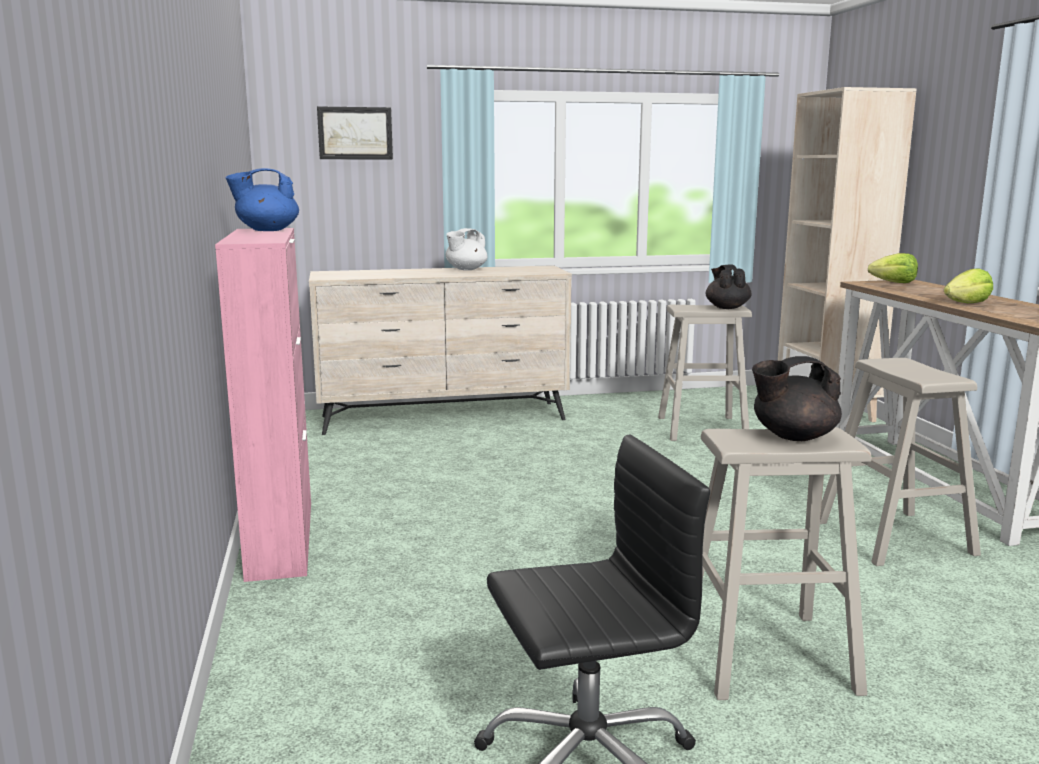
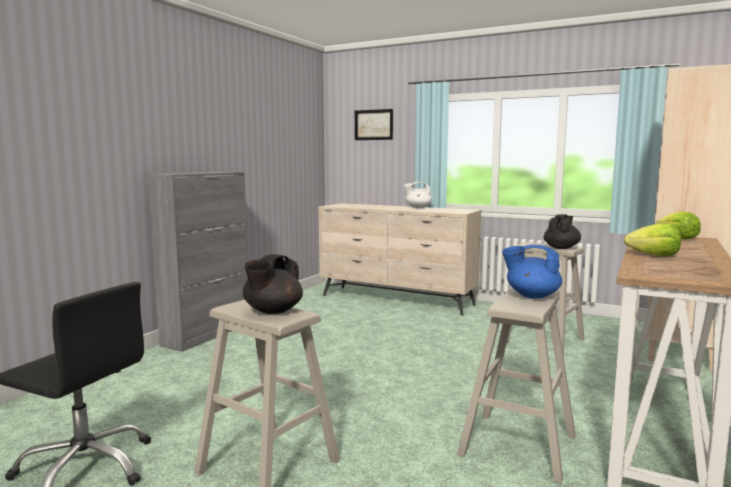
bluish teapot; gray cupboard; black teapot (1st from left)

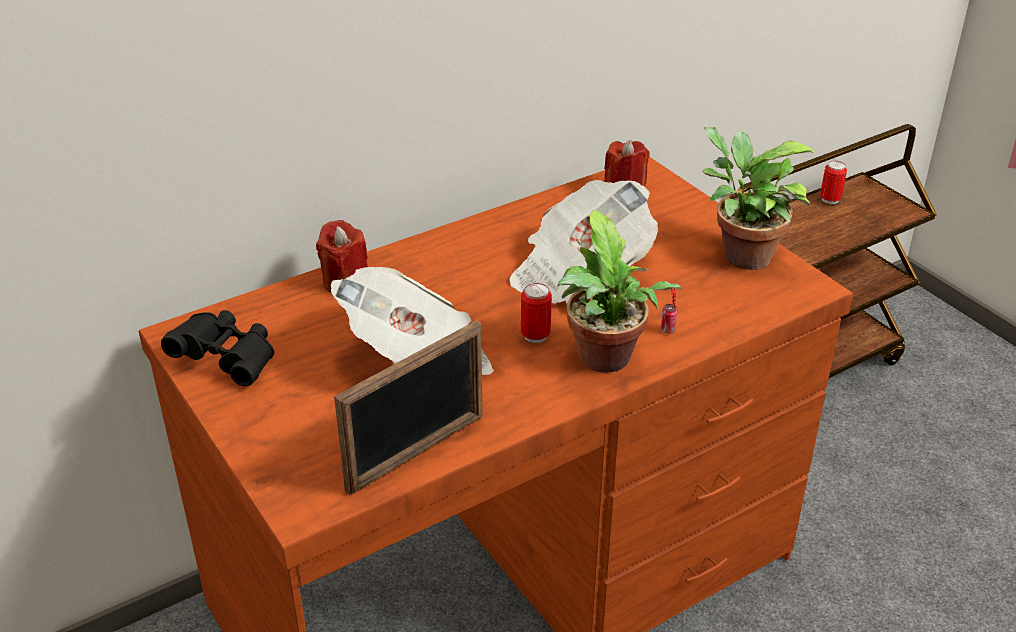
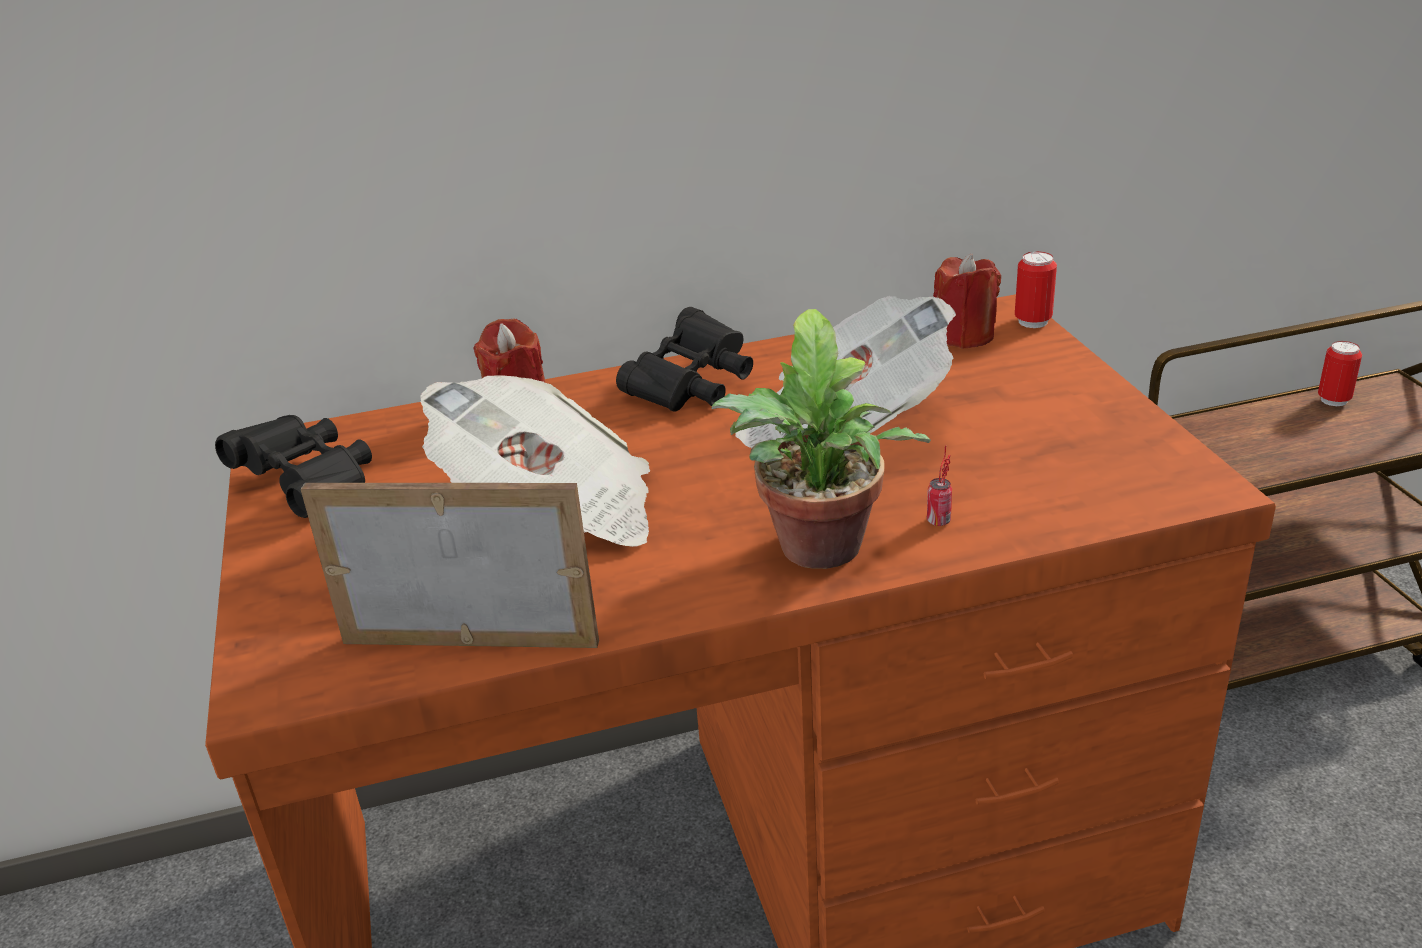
plant in a pot (2nd from left in the first image); black field glasses (2nd from left); metal can (2nd from left); photo frame

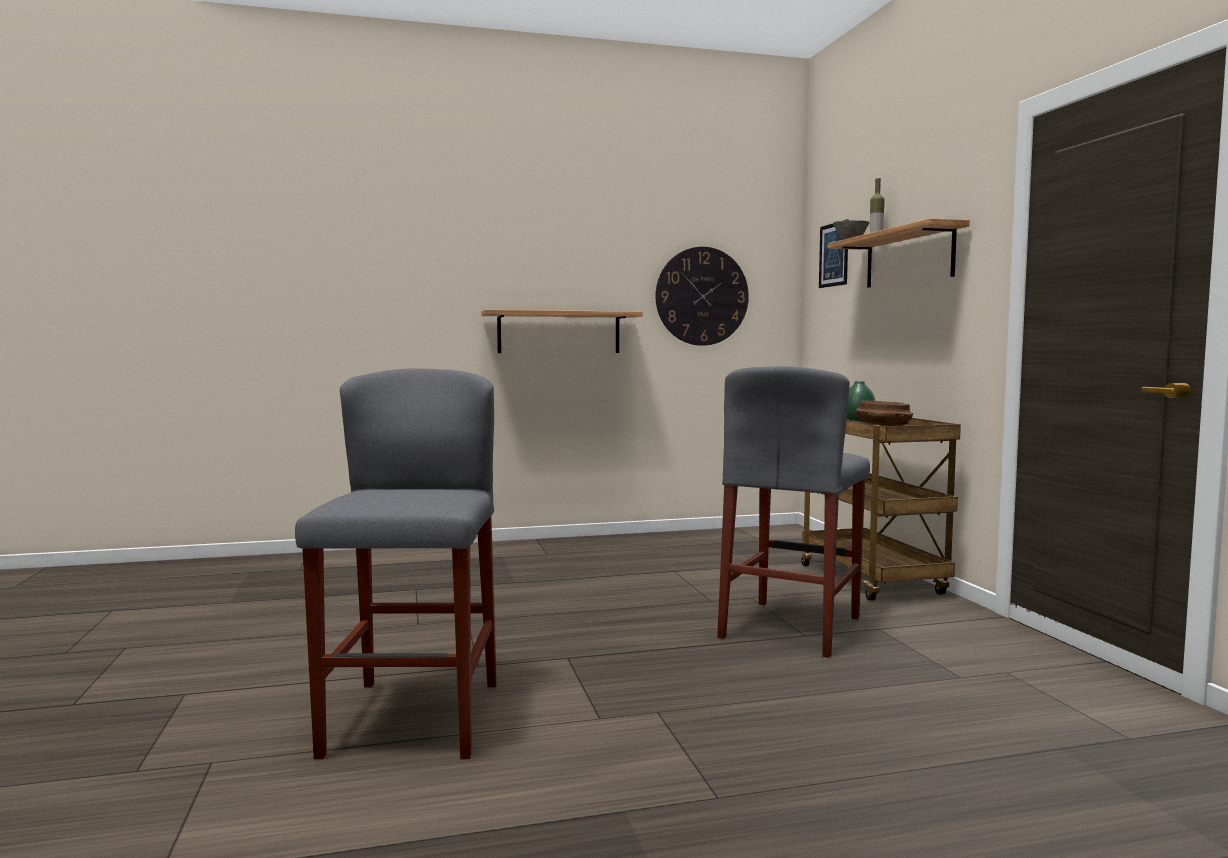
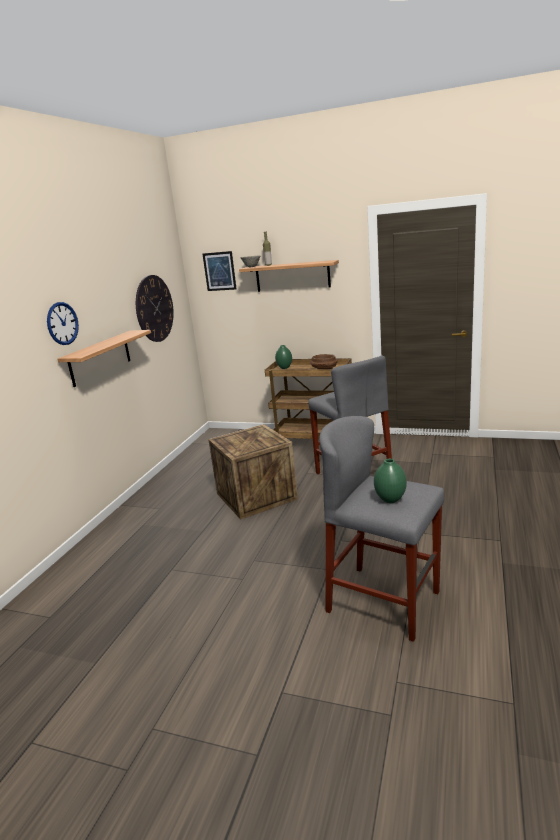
clock on the wall (1st from left); crate; green decorative vase (2nd from left)

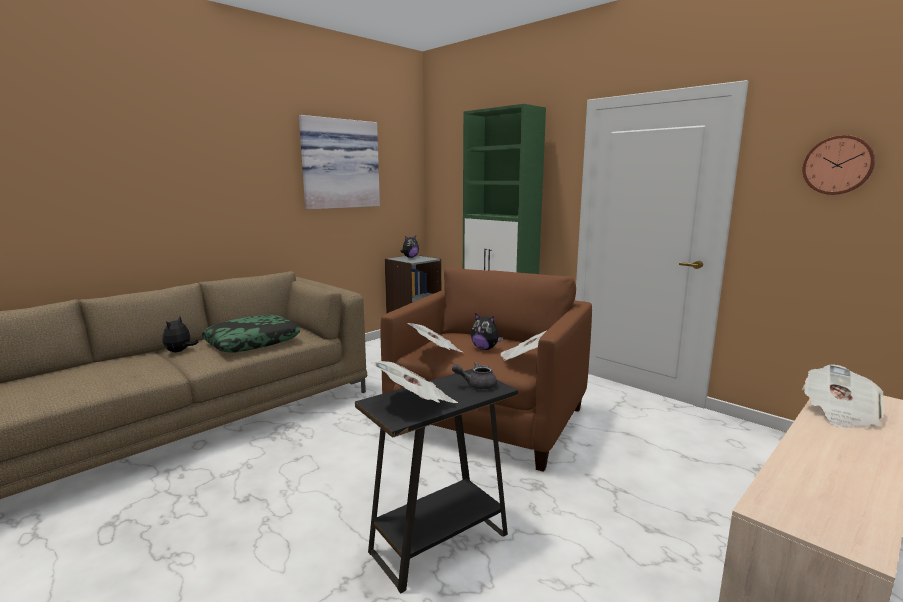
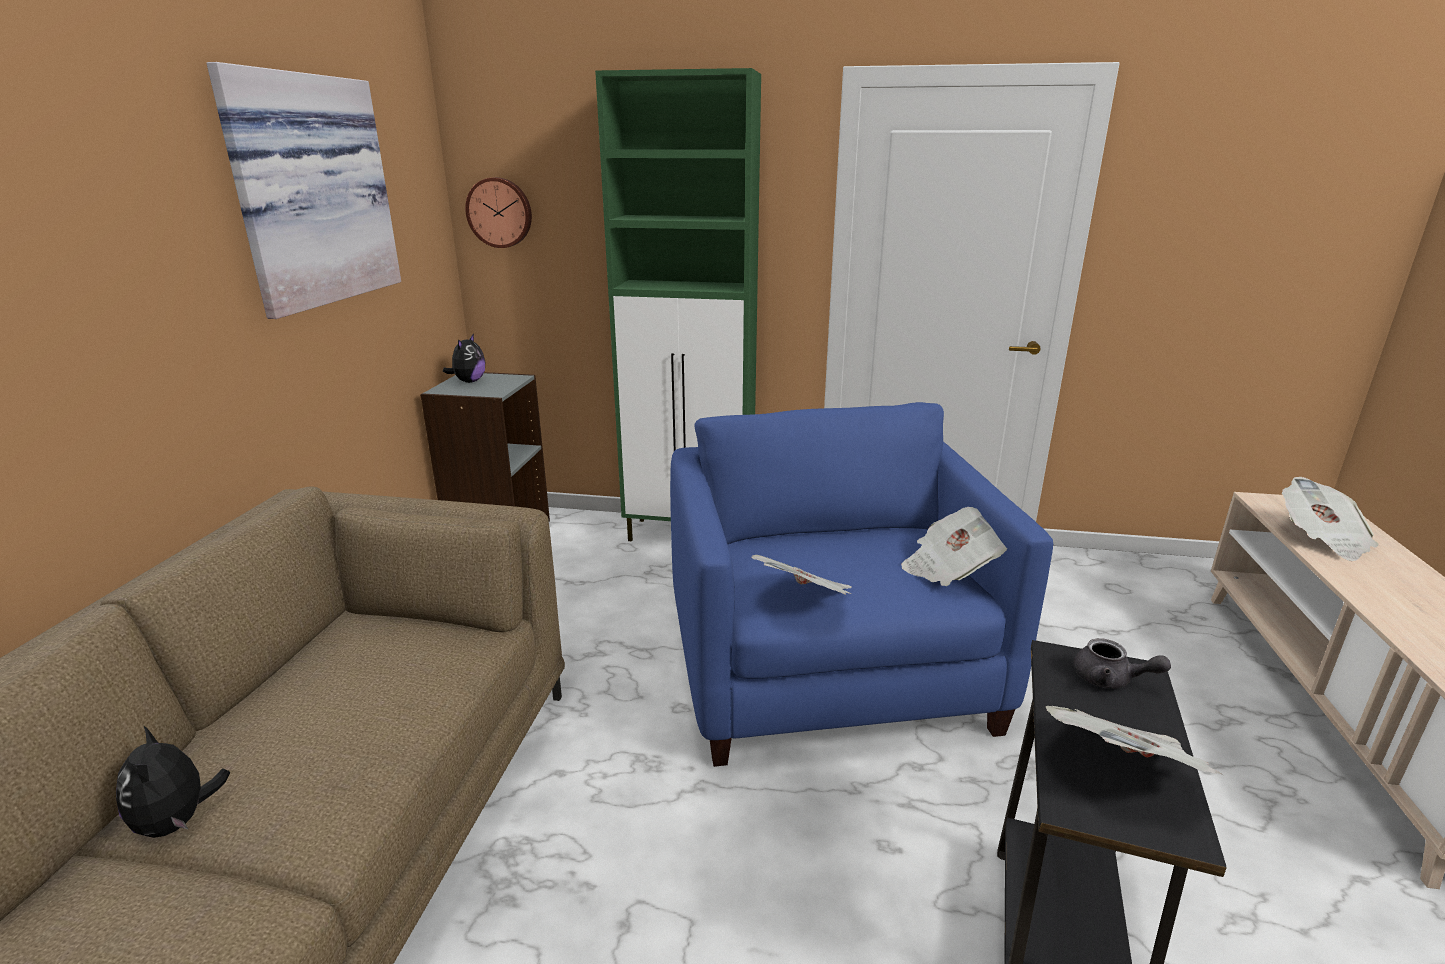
throw pillow; cuddly toy (3rd from left in the first image); clock on the wall; bluish armchair; gray teapot

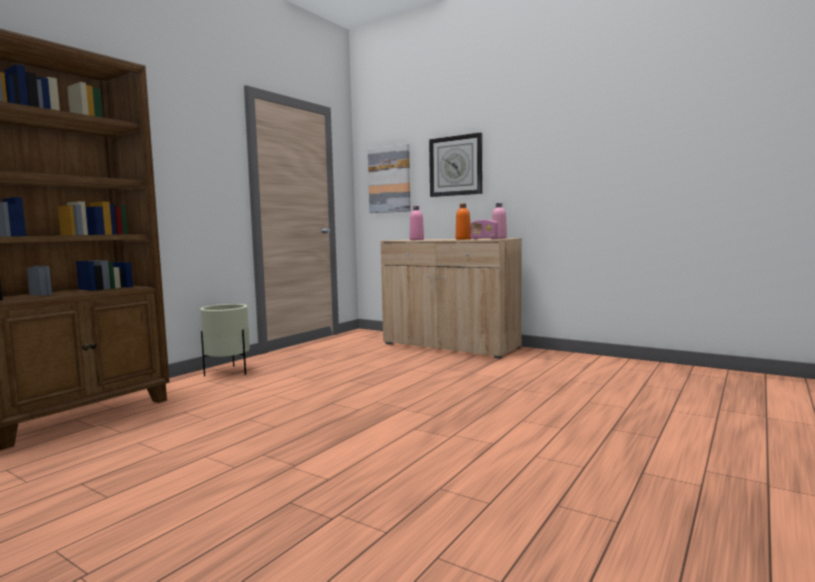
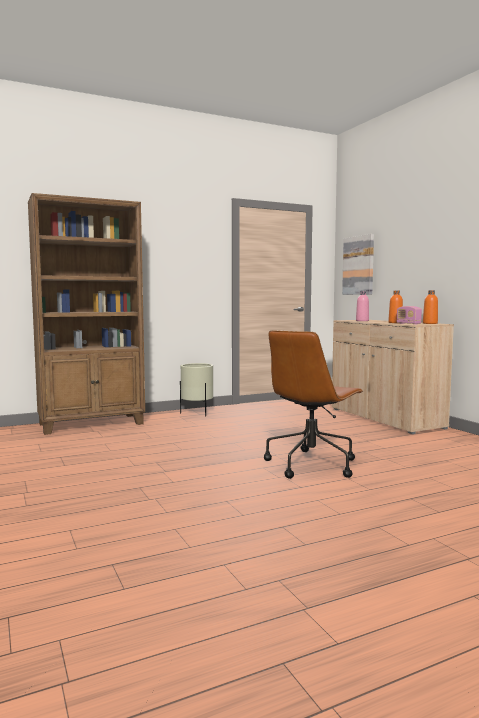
clock on the wall; brown office chair; orange drink bottle (2nd from left)

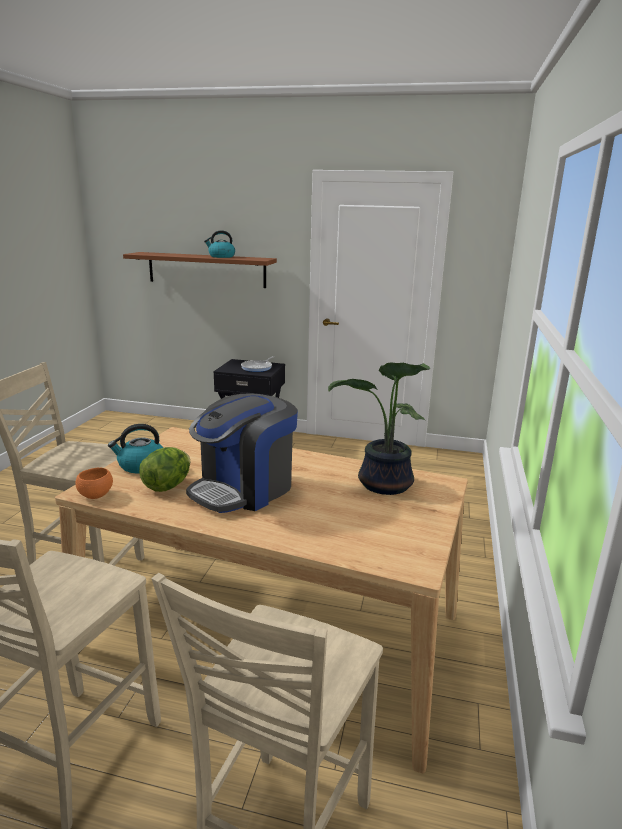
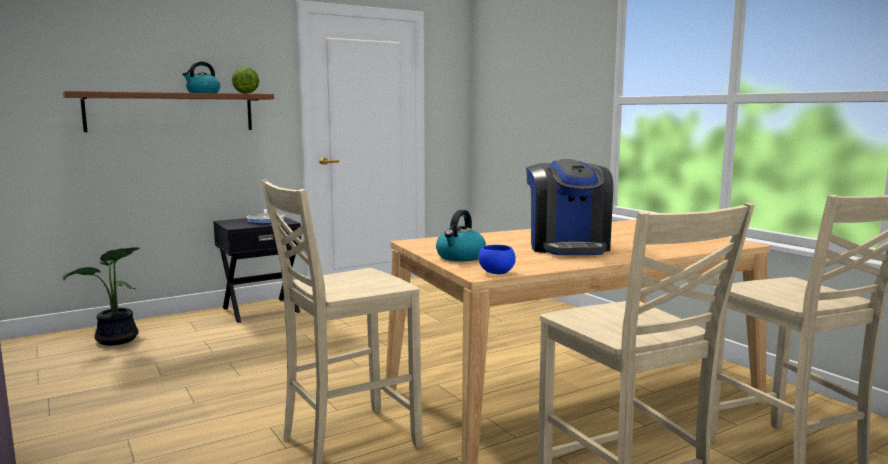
lettuce head; plant in a pot; bluish deep dish

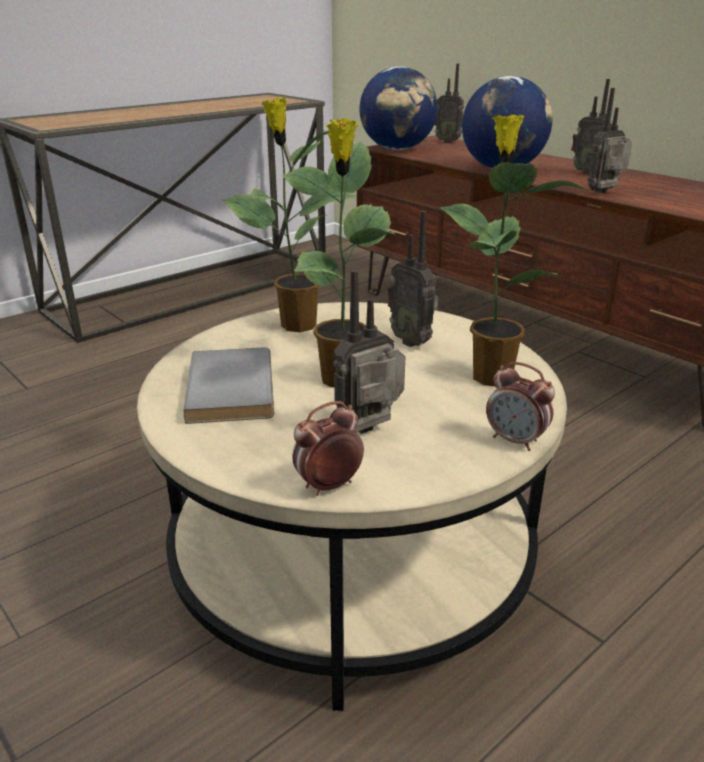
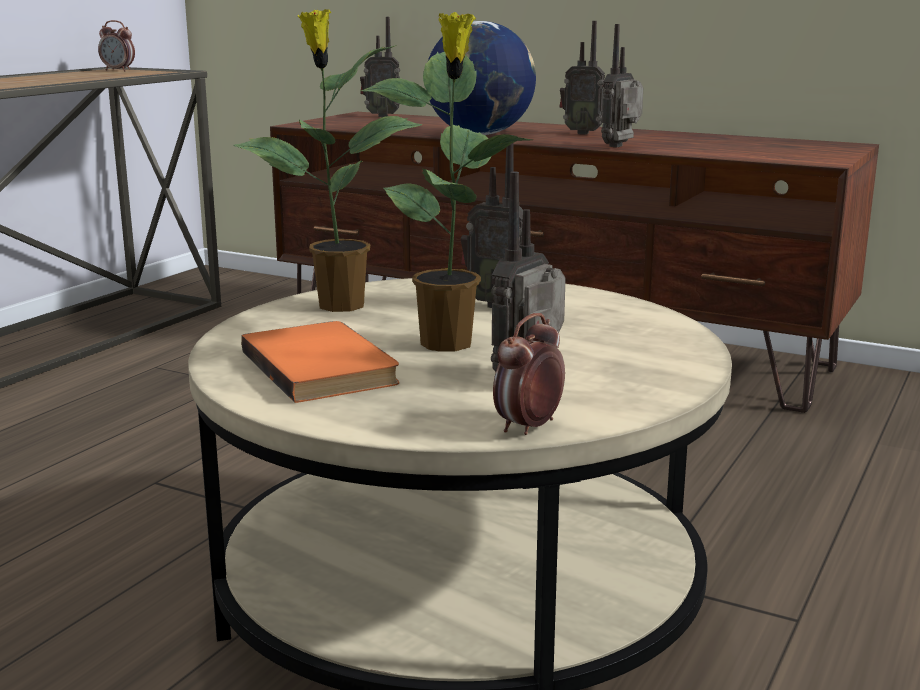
globe (1st from left in the first image); plant in a pot (3rd from left in the first image); bedside clock (1st from left); orange book

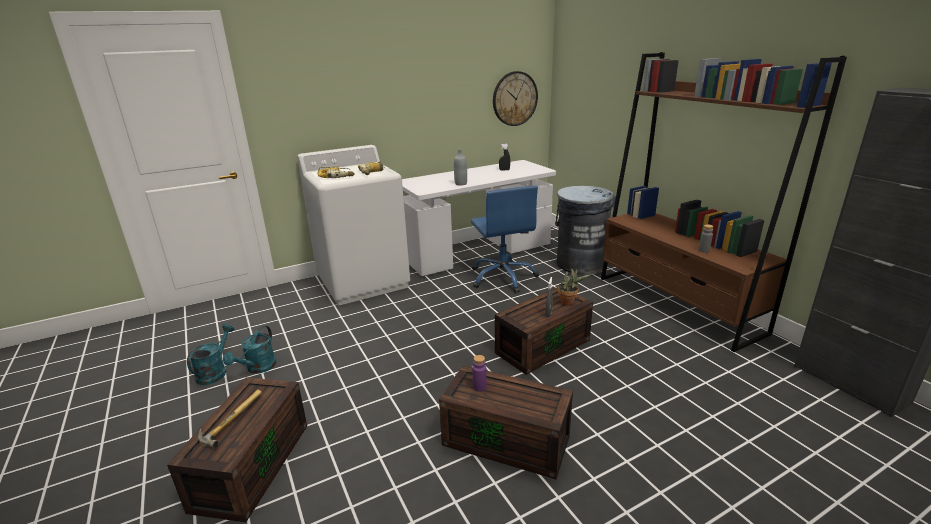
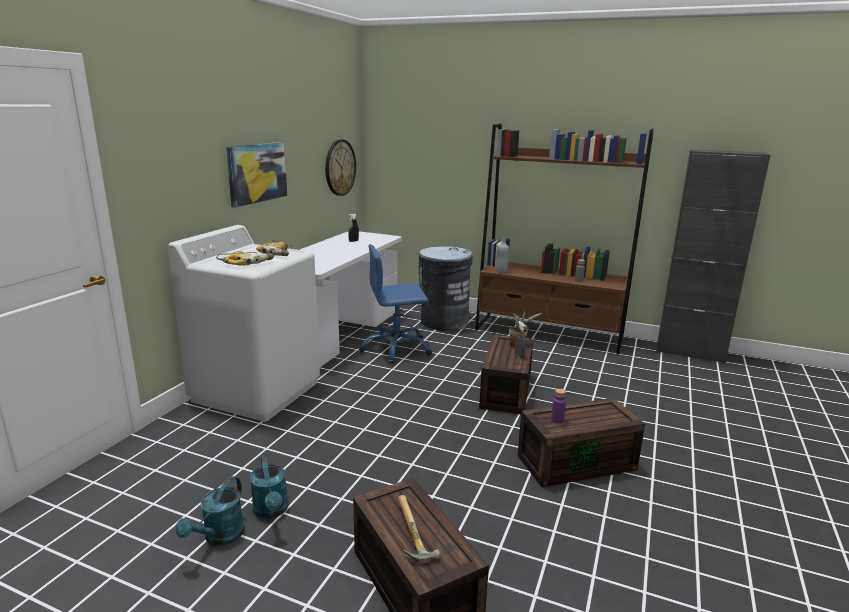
wall picture; gray drink bottle (1st from left); turquoise watering pot (1st from left); bluish office chair

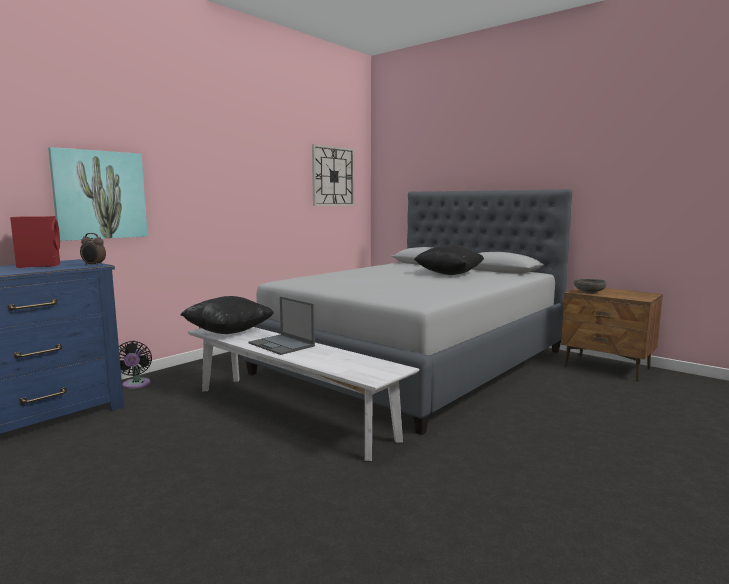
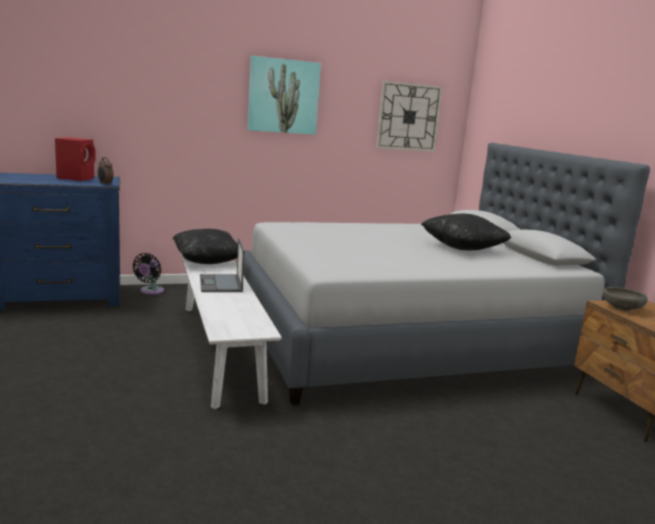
wall picture

